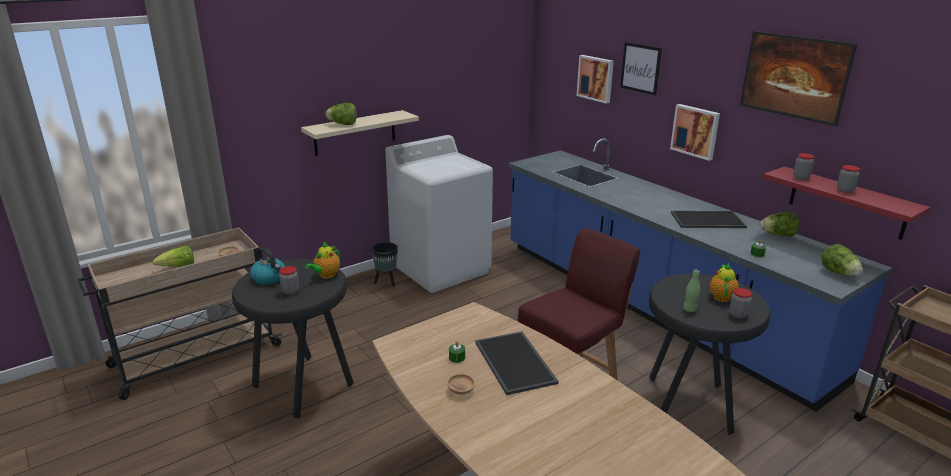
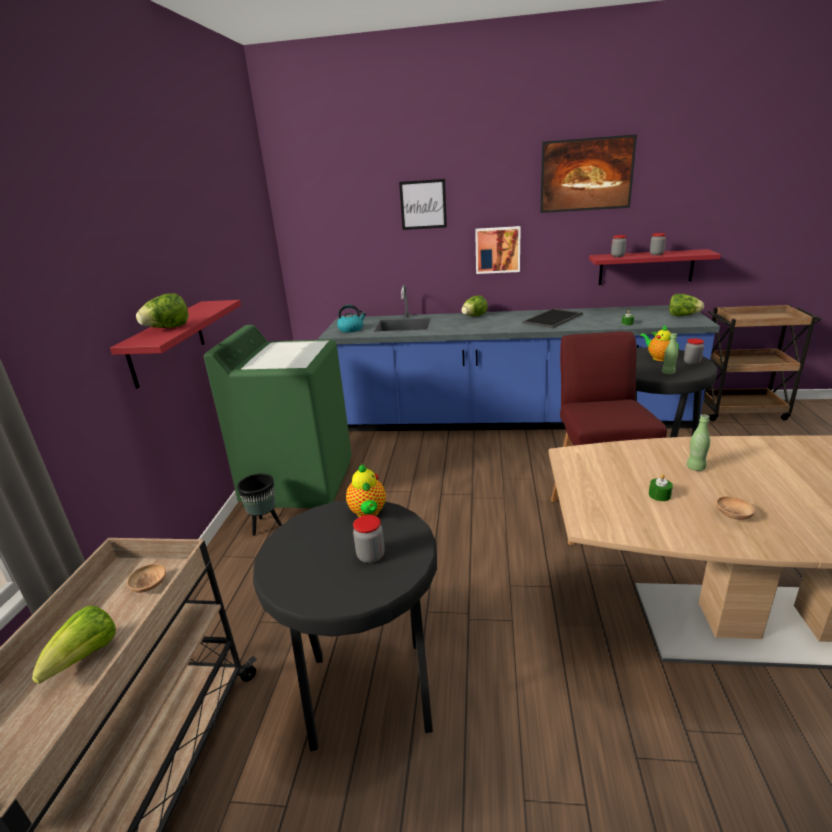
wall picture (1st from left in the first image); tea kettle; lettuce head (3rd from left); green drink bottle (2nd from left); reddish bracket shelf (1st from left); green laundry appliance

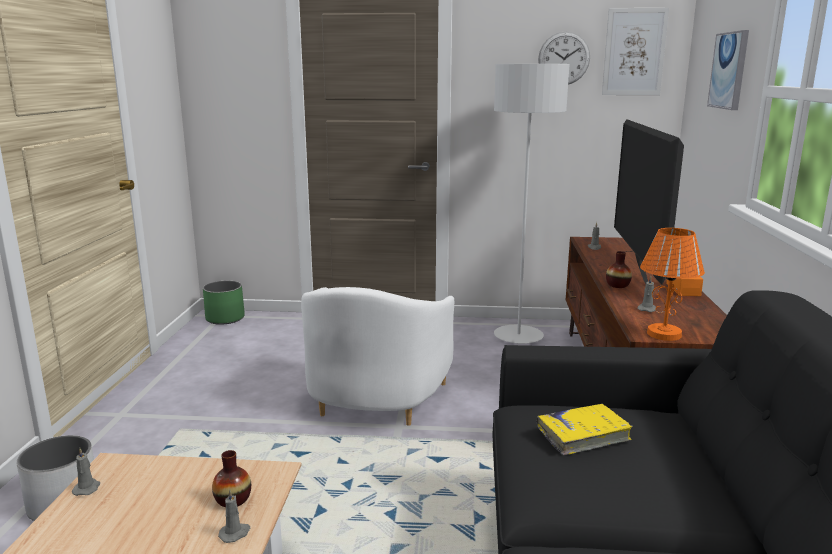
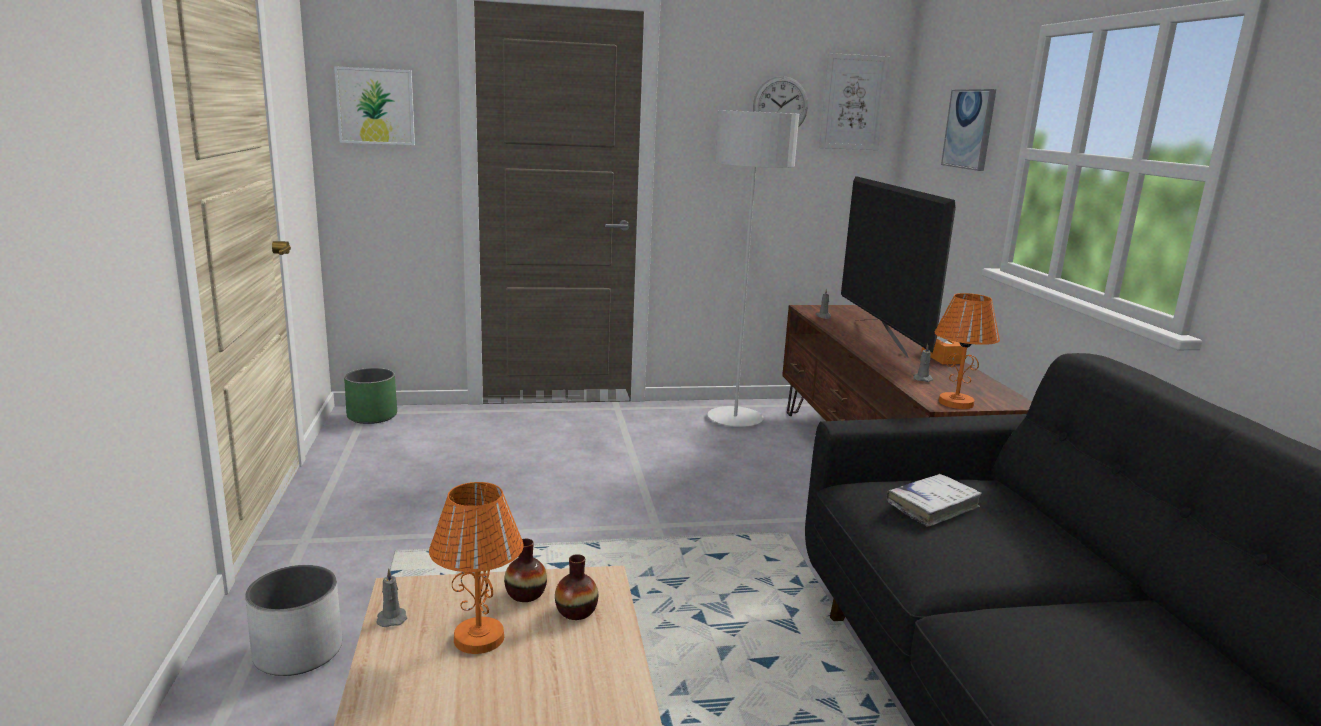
gray wax light (2nd from left in the first image); white armchair; wall picture (1st from left); orange tabletop lamp (1st from left); decorative vase (1st from left); white book

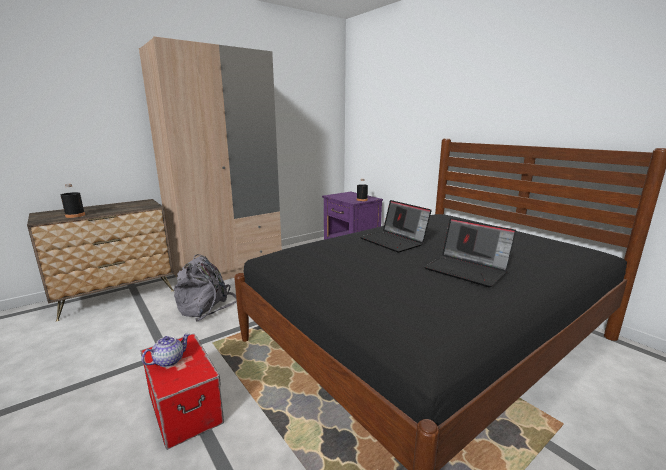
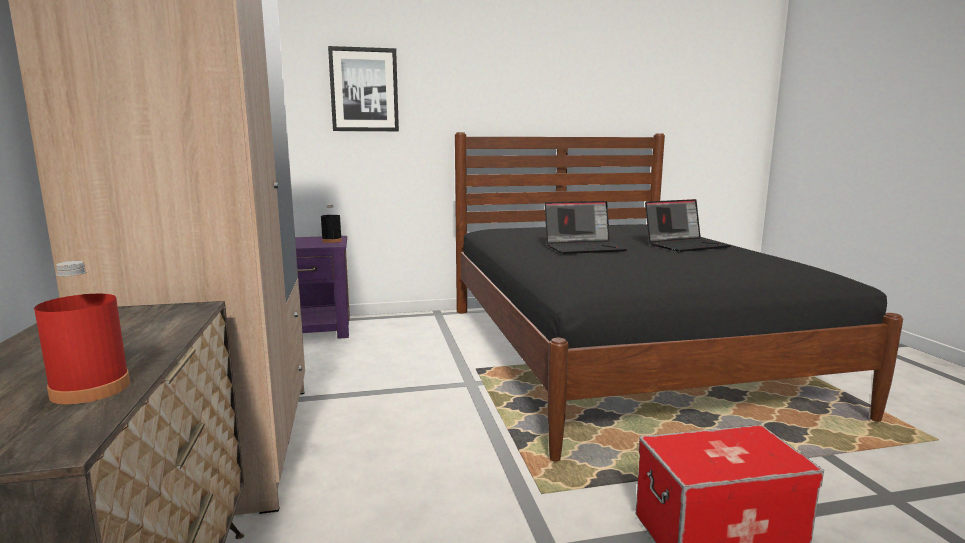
teapot; gray rucksack; wall picture; reddish drink bottle

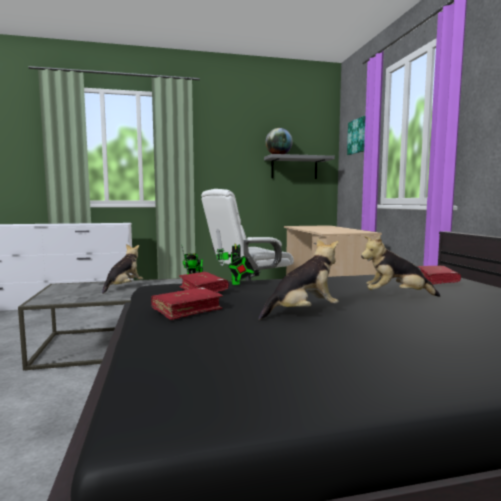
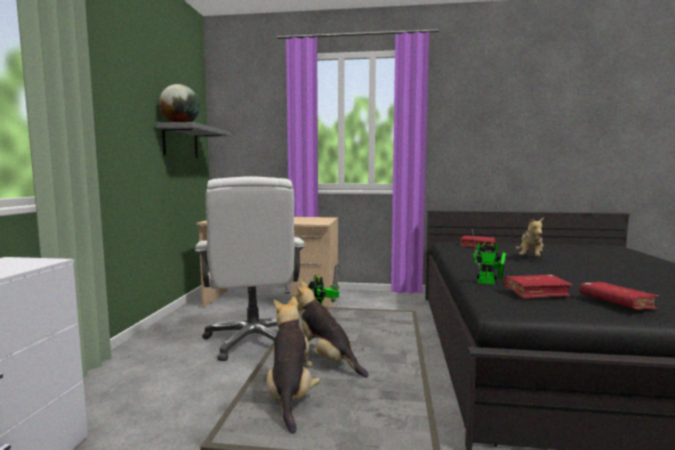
wall picture; cuddly toy (1st from left)

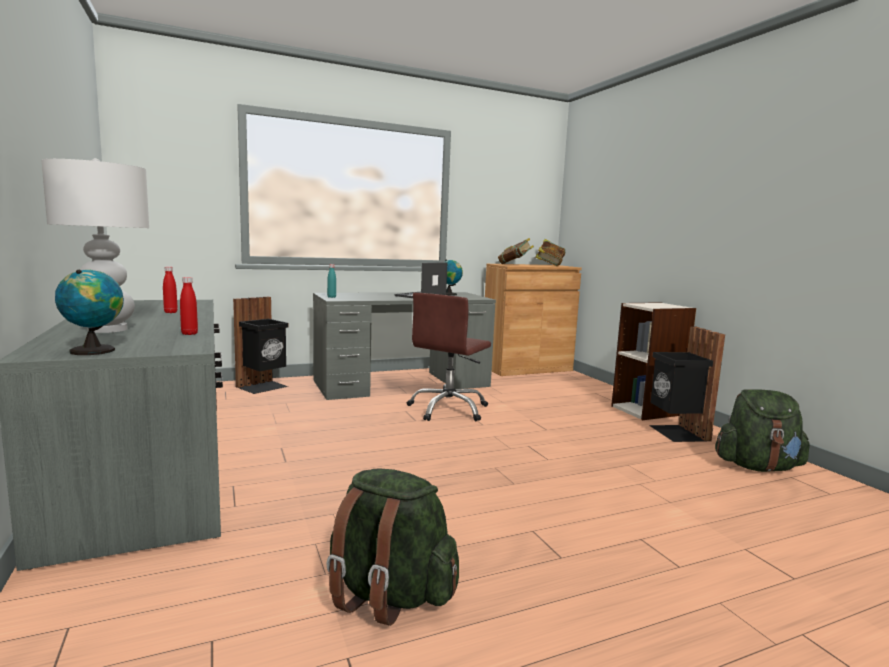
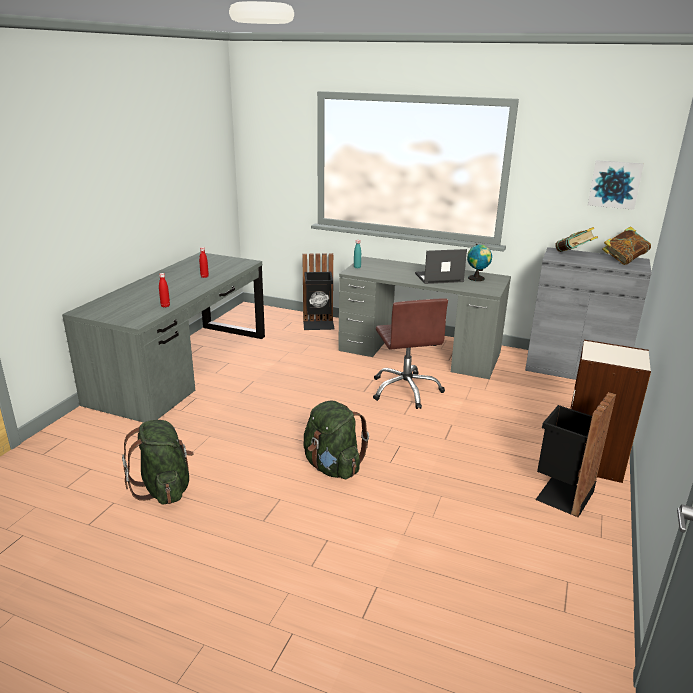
white tabletop lamp; globe (1st from left in the first image); wall picture; green rucksack (2nd from left); gray cupboard; brown office chair

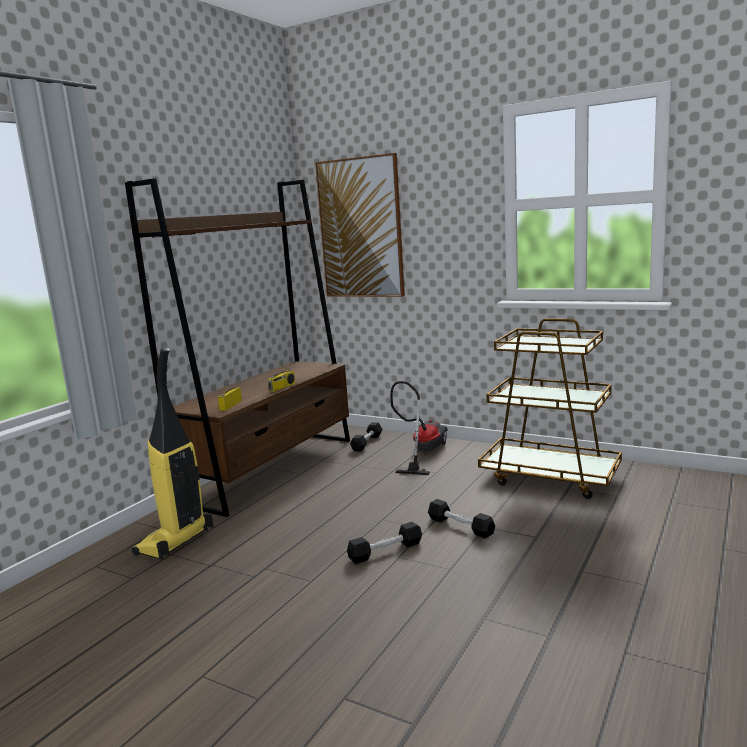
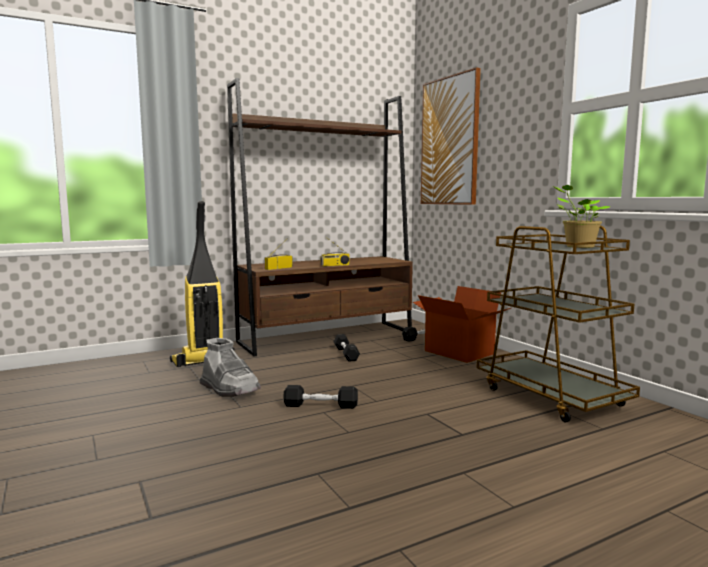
gray tall boot; plant in a pot; black dumbbell (2nd from left); carton

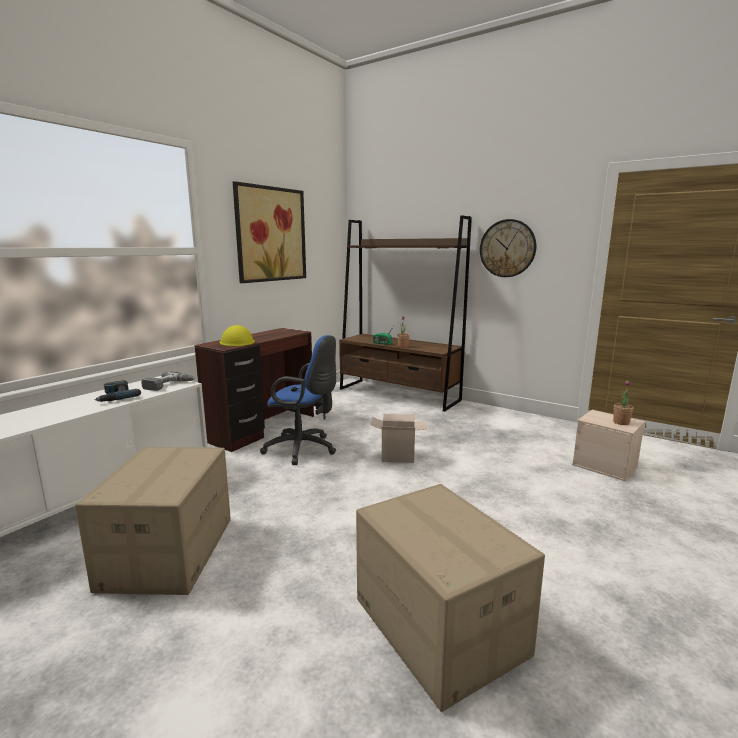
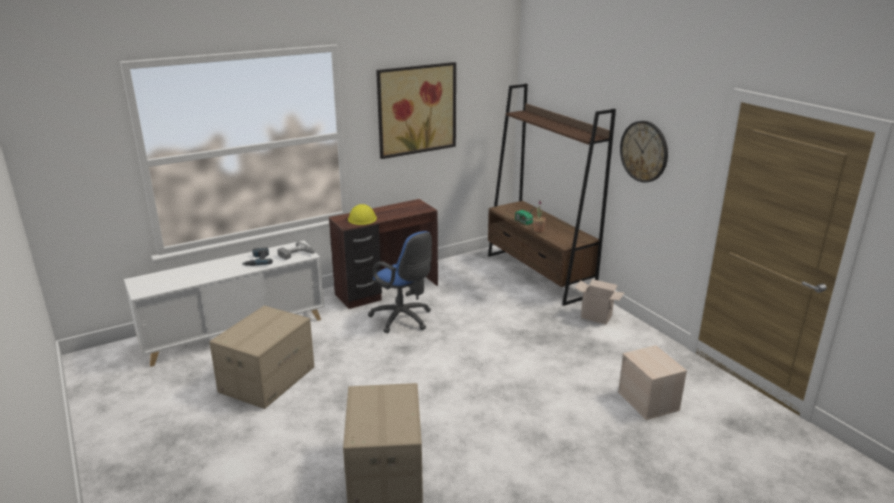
plant in a pot (2nd from left in the first image); carton (3rd from left)

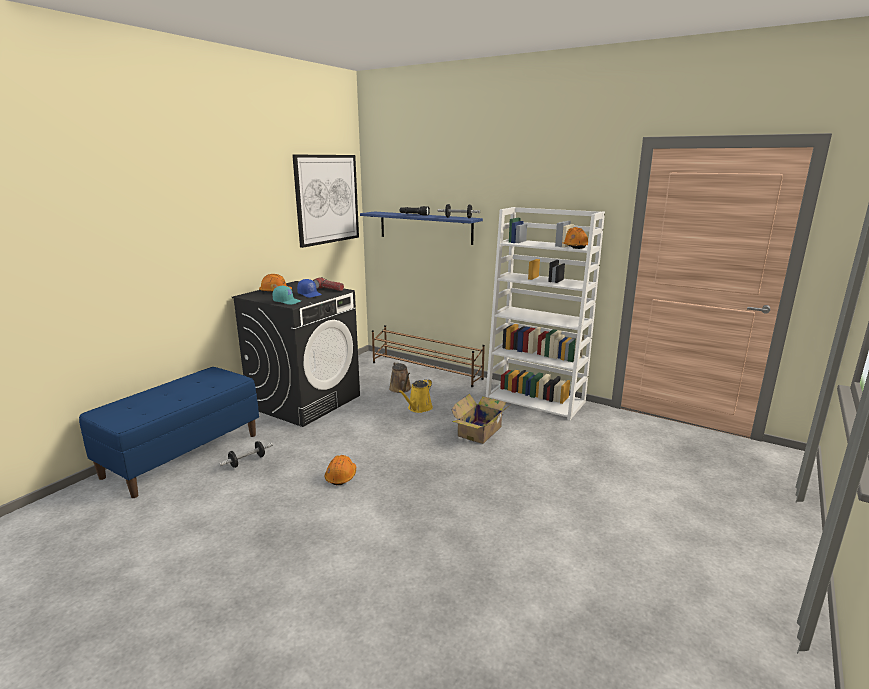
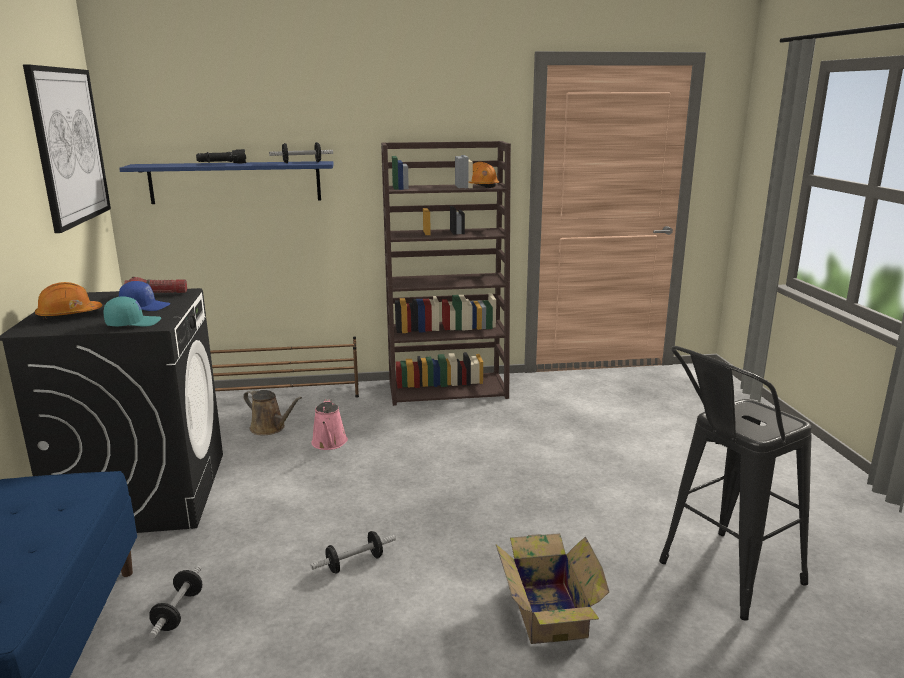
black stool seat; carton; dumbbell (3rd from left); pinkish watering pot; brown bookshelf

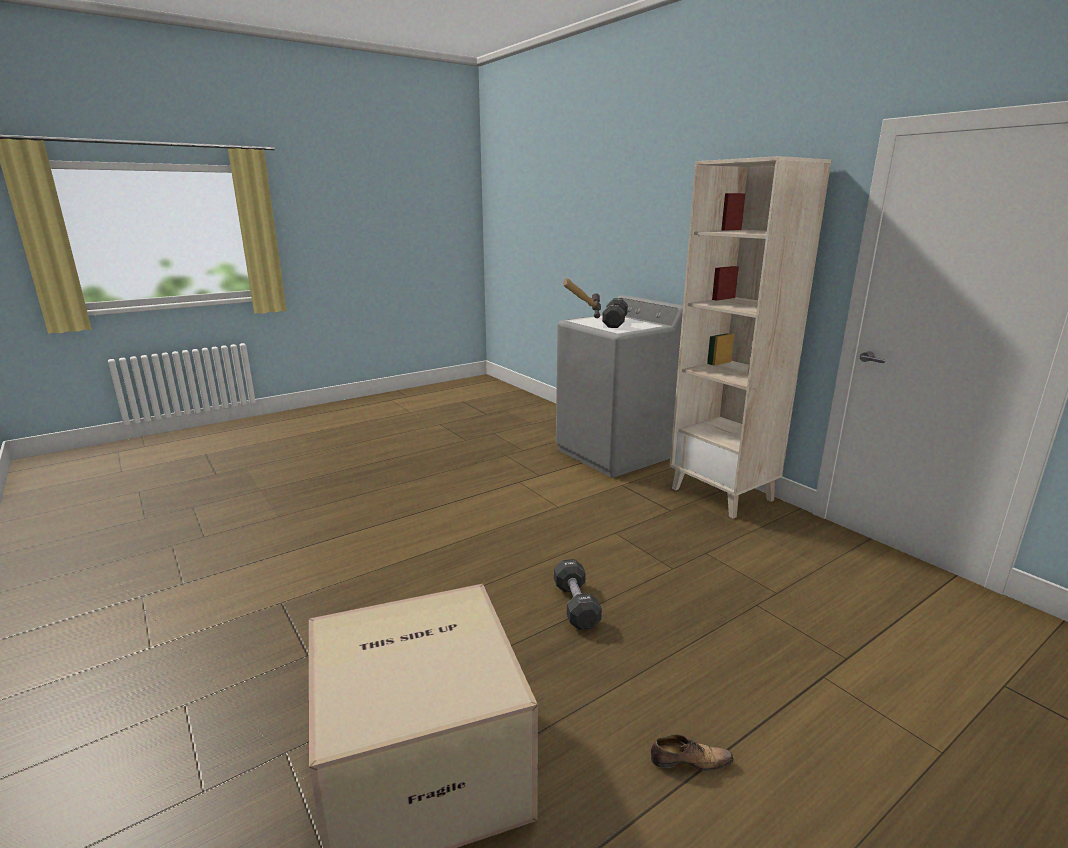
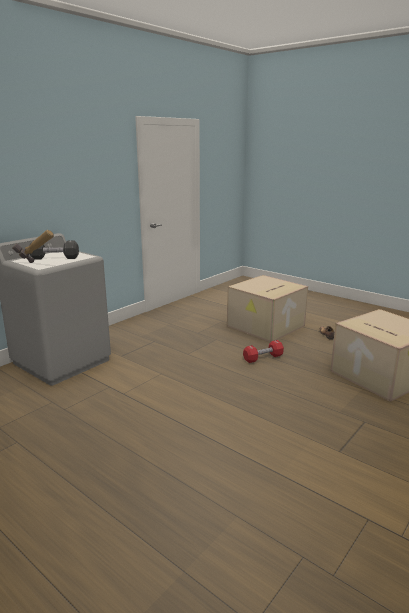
sand-coloured bookshelf; carton (1st from left); reddish dumbbell

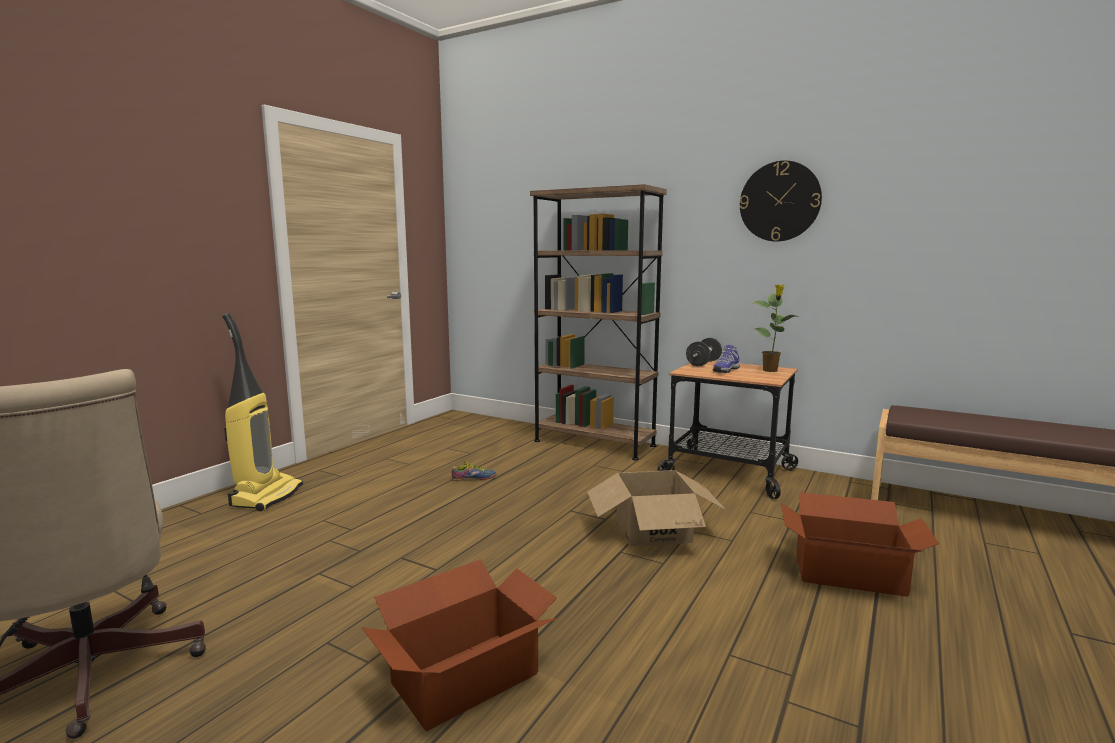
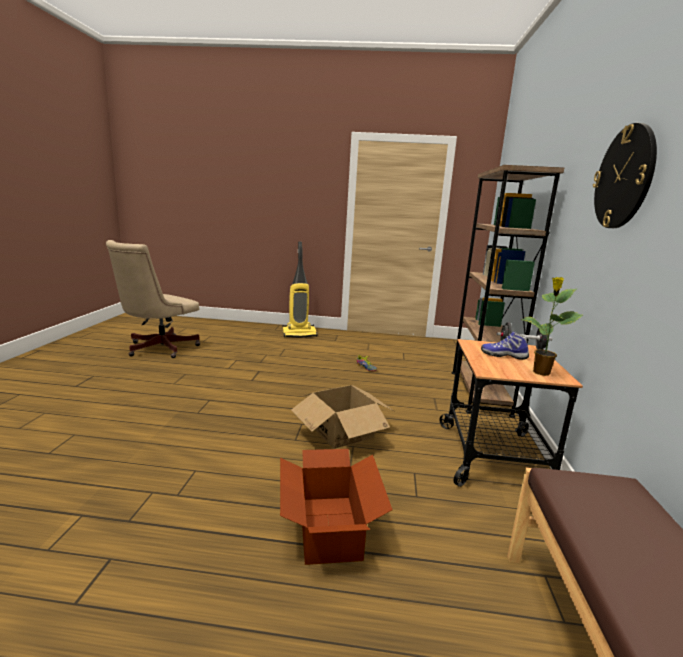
carton (1st from left in the first image)

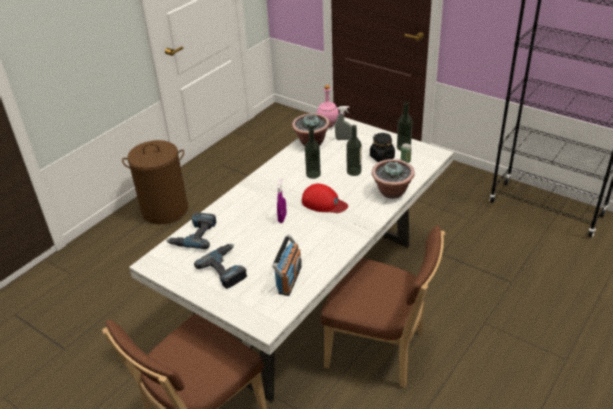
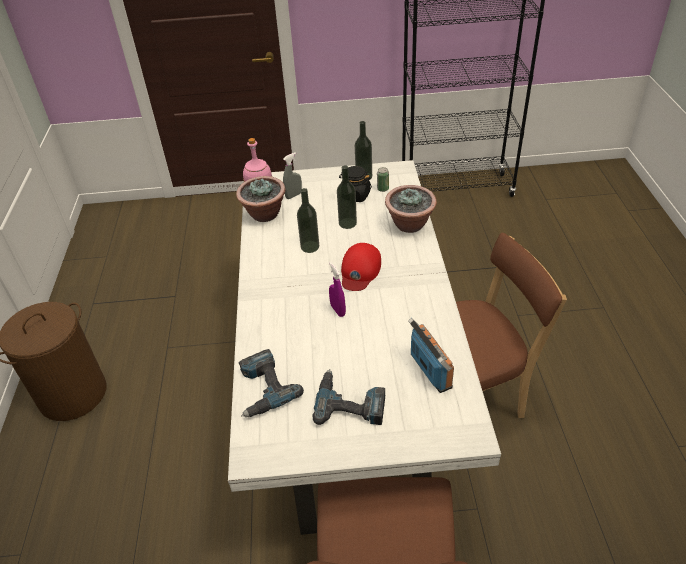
reddish baseball cap

